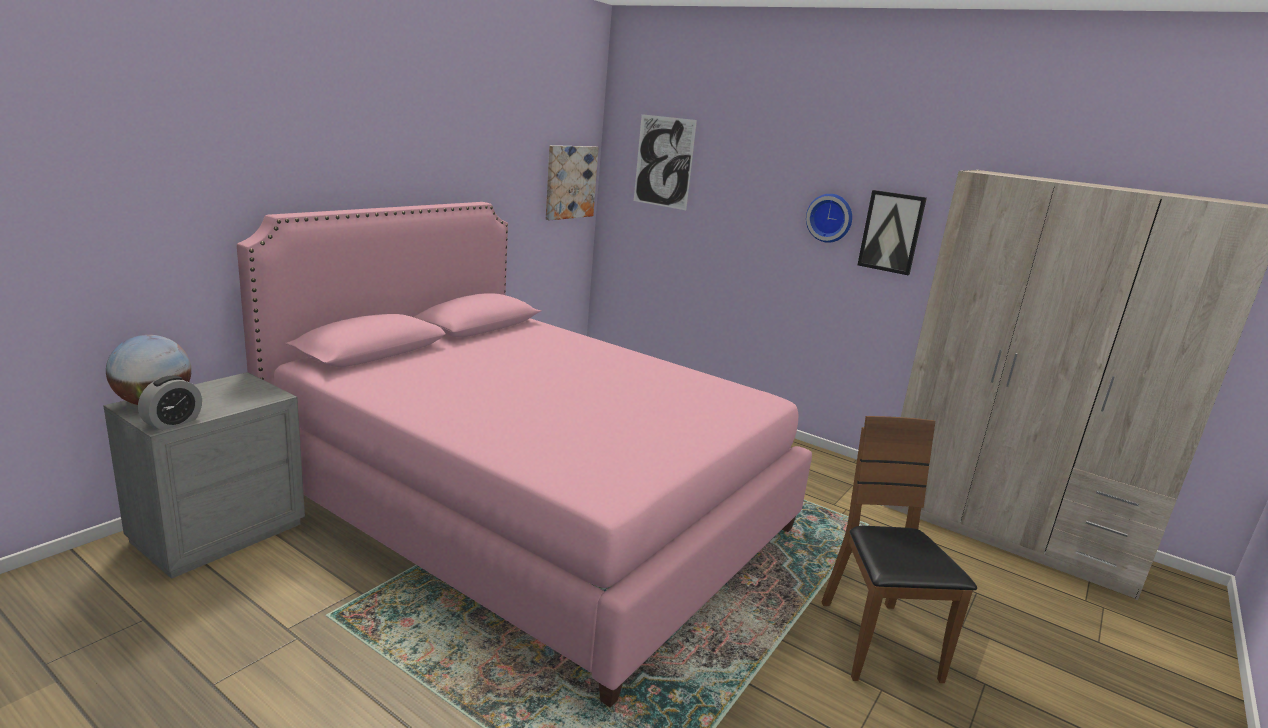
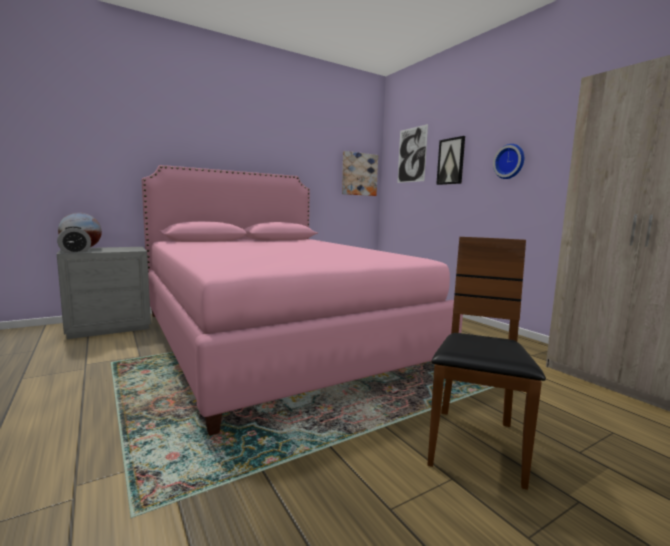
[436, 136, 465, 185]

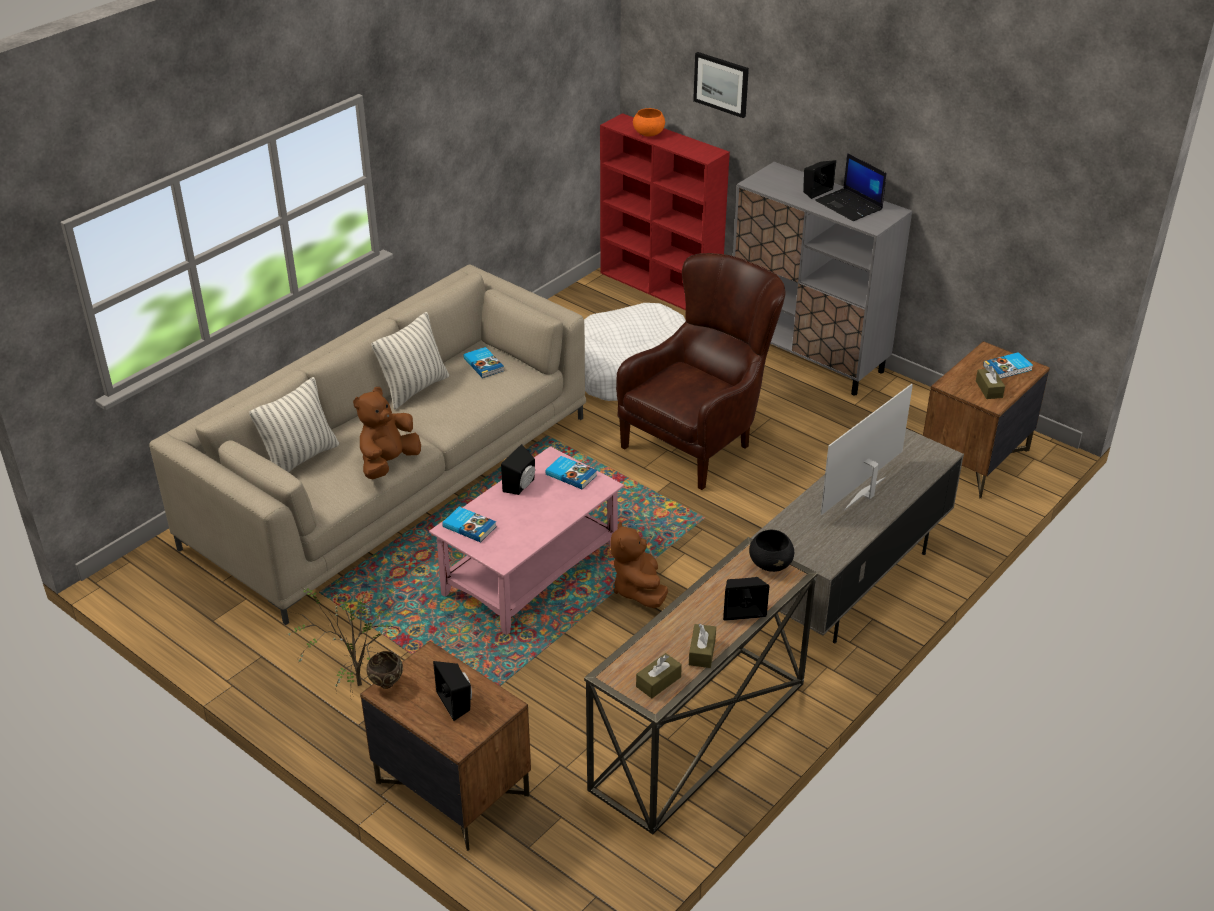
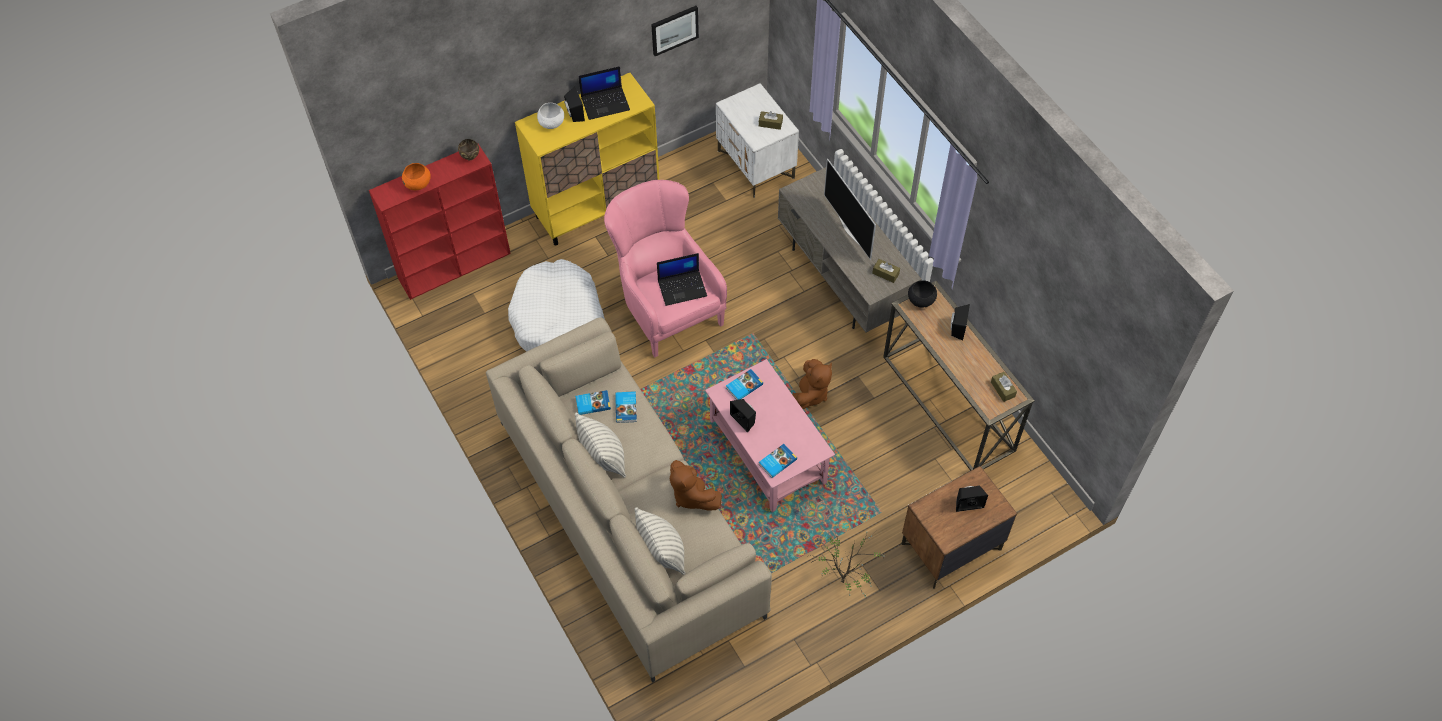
[651, 6, 699, 56]
[515, 73, 659, 246]
[604, 180, 727, 357]
[716, 83, 799, 198]
[615, 391, 637, 423]
[792, 359, 832, 409]
[872, 259, 900, 283]
[458, 139, 479, 161]
[537, 103, 564, 129]
[657, 253, 707, 306]

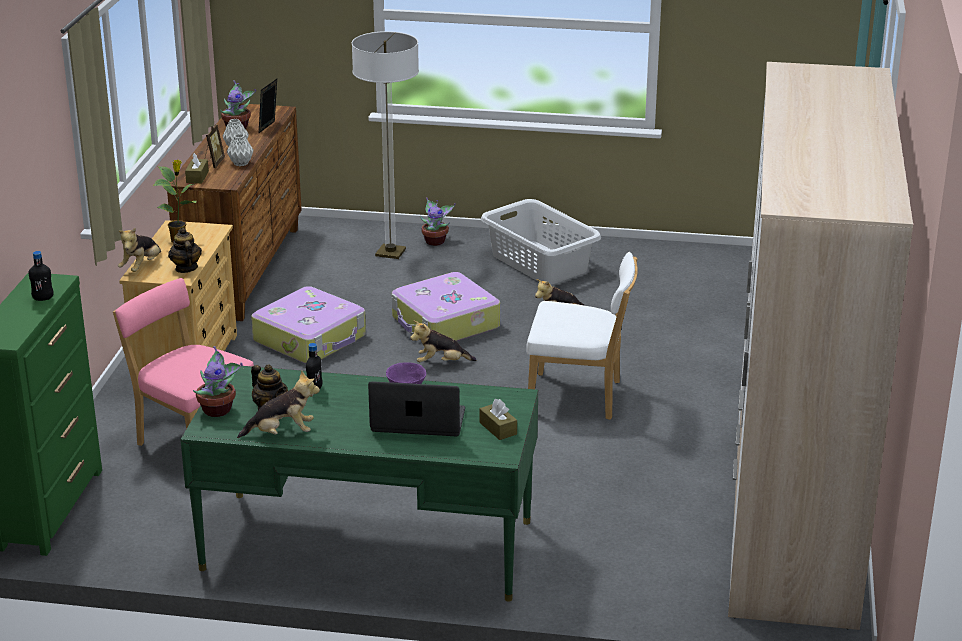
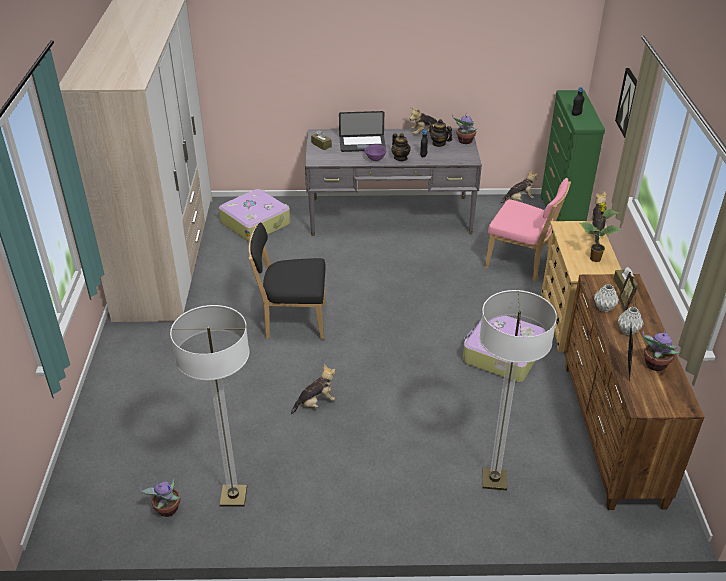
[139, 479, 181, 517]
[481, 199, 601, 285] (first image)
[392, 133, 411, 161]
[248, 223, 326, 339]
[219, 189, 290, 242]
[500, 170, 538, 204]
[305, 128, 482, 236]
[615, 68, 637, 138]
[170, 305, 250, 507]

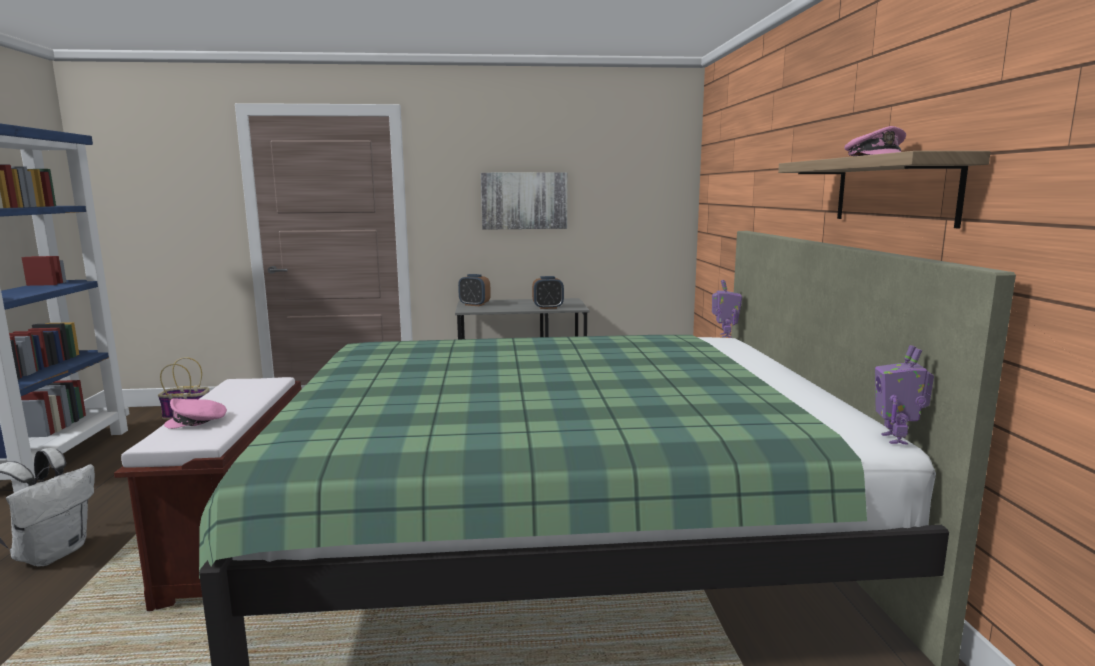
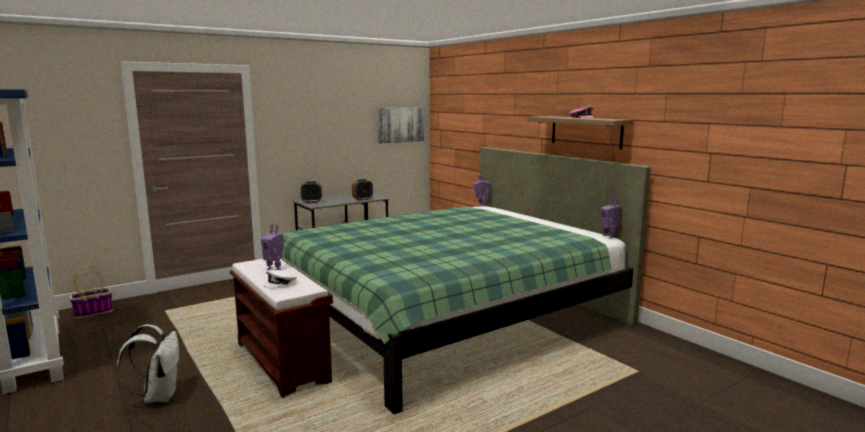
[377, 107, 424, 143]
[264, 270, 297, 288]
[261, 224, 284, 270]

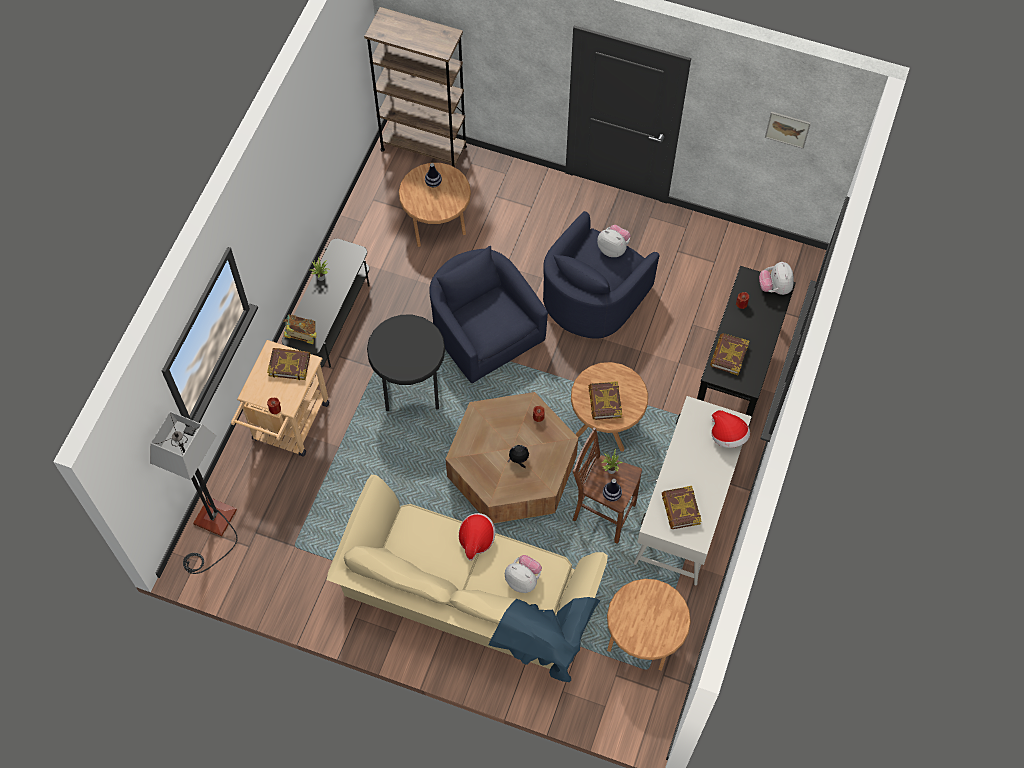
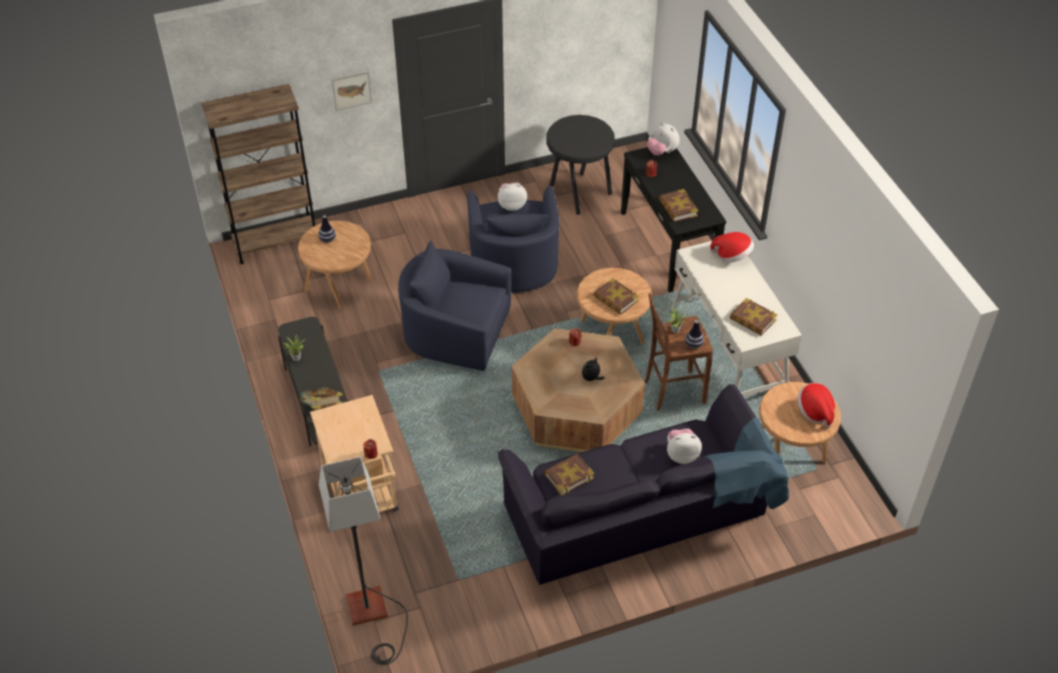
[332, 72, 372, 111]
[546, 115, 615, 215]
[544, 454, 594, 495]
[498, 384, 789, 585]
[798, 383, 835, 428]

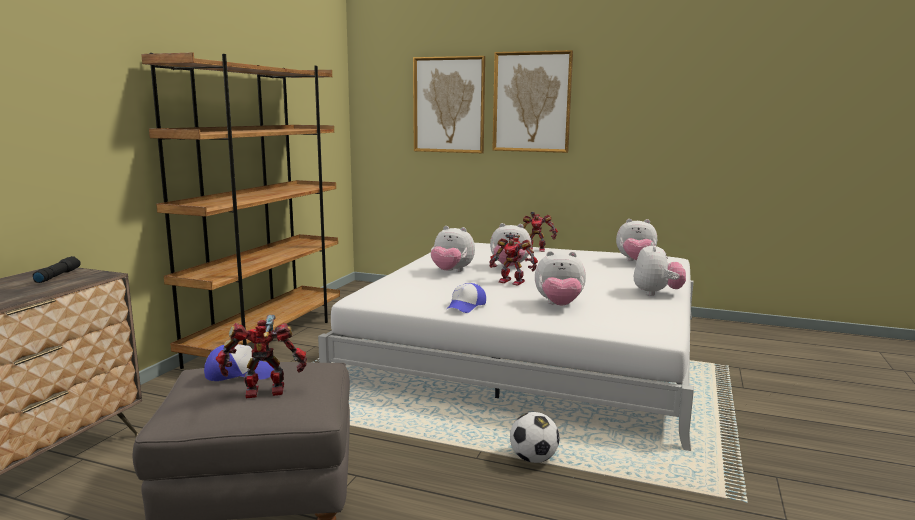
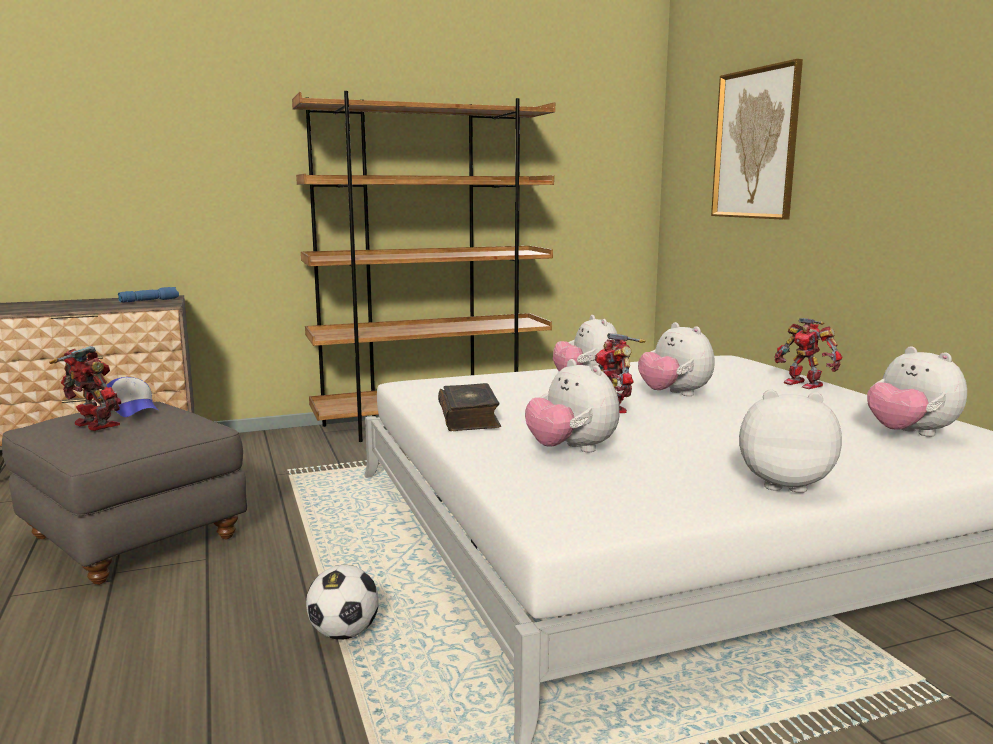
[492, 50, 573, 153] (first image)
[739, 389, 842, 493]
[118, 287, 179, 303]
[438, 383, 501, 431]

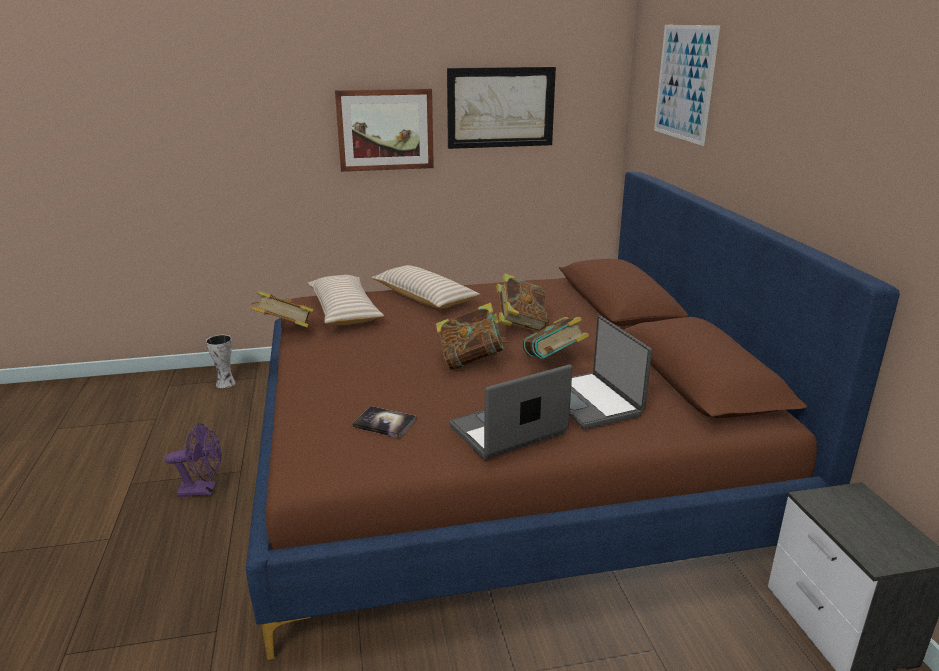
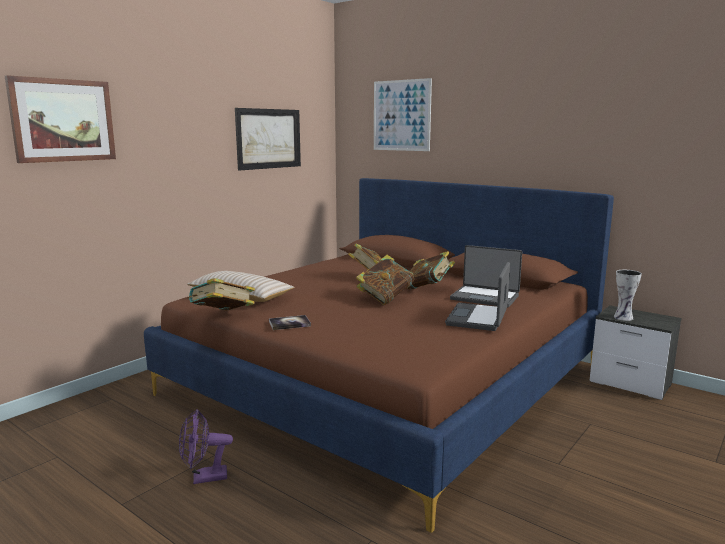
[5, 75, 116, 163]
[371, 265, 480, 309] (first image)
[614, 270, 642, 321]
[269, 315, 311, 330]
[179, 409, 233, 484]

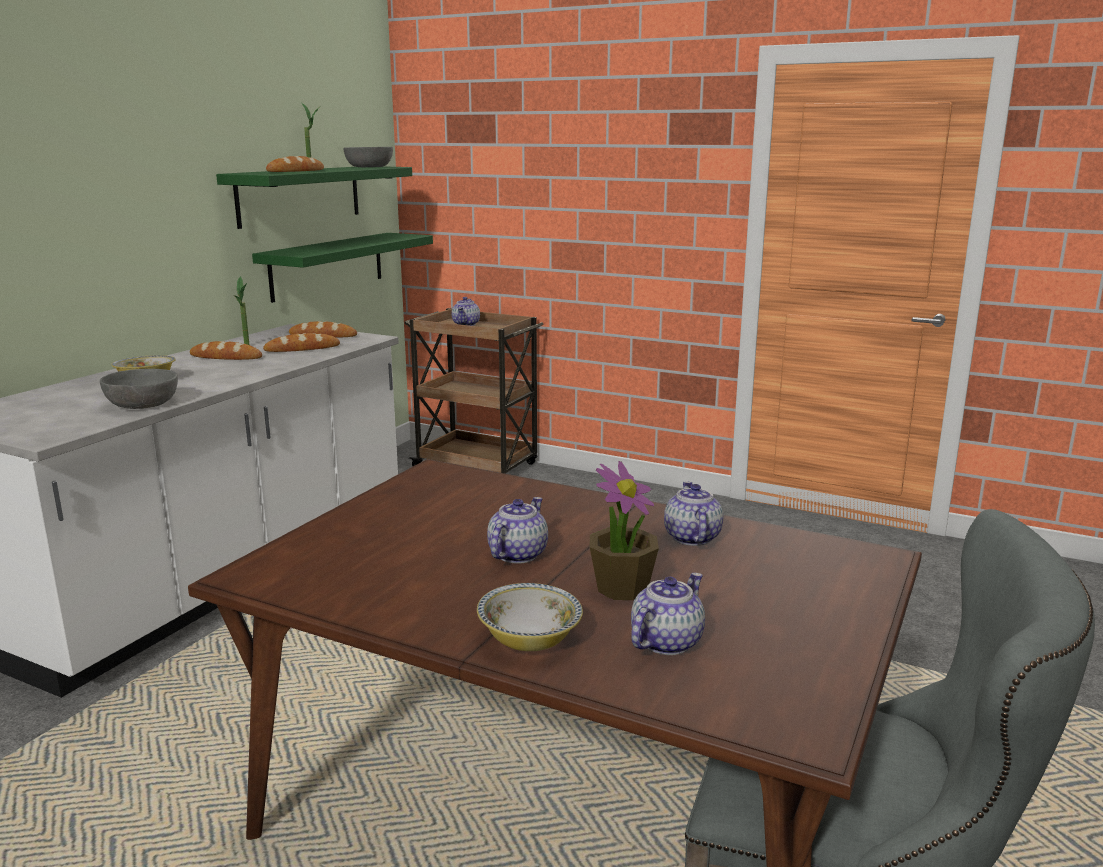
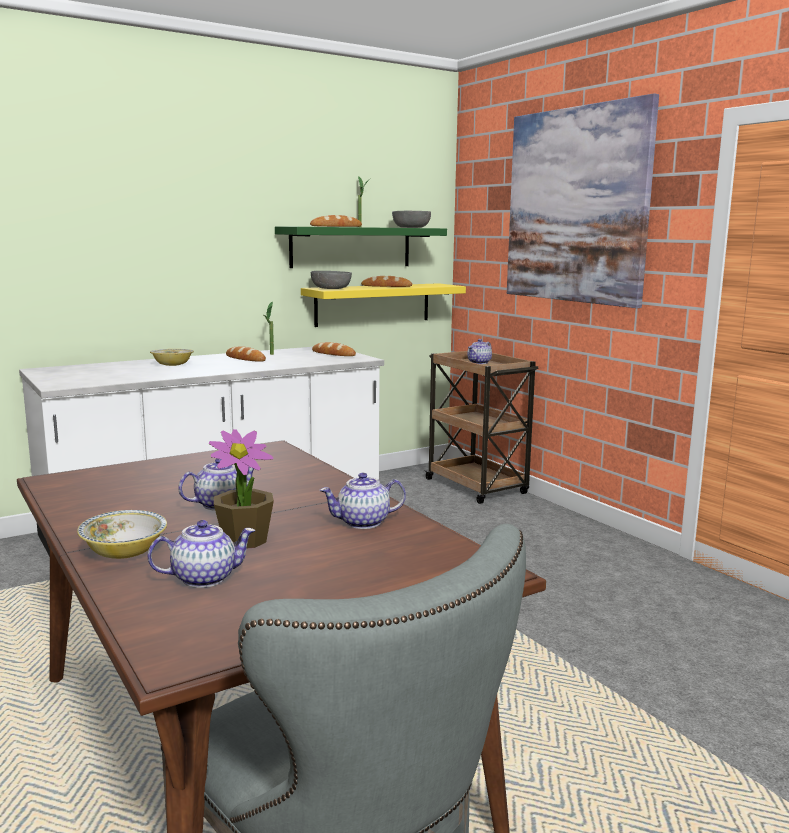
[301, 283, 466, 327]
[361, 276, 412, 287]
[311, 271, 352, 289]
[320, 473, 406, 529]
[507, 93, 659, 308]

